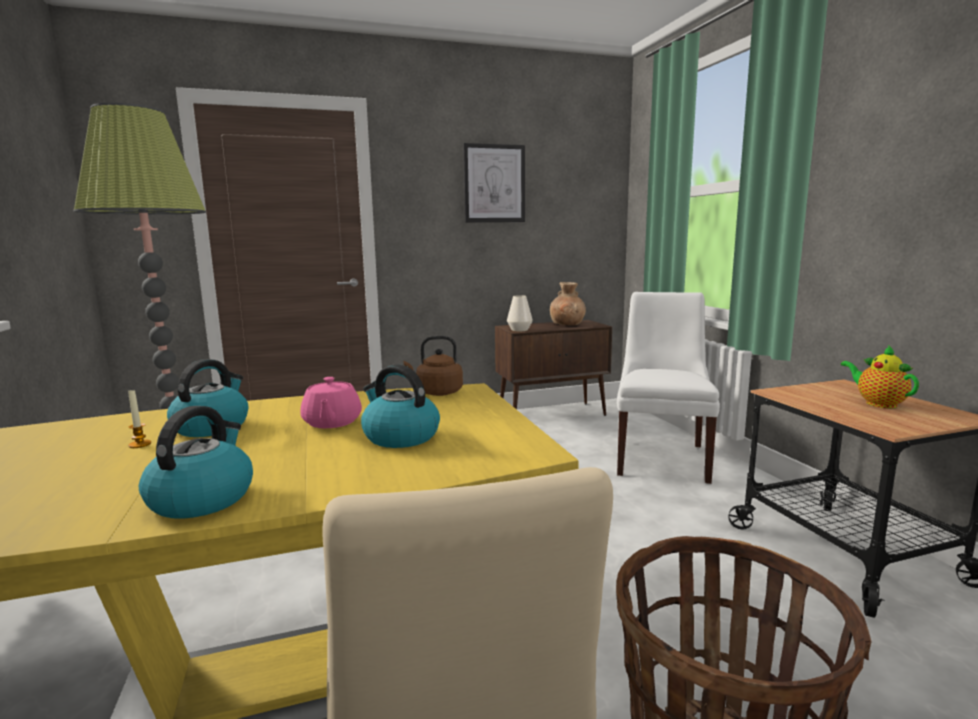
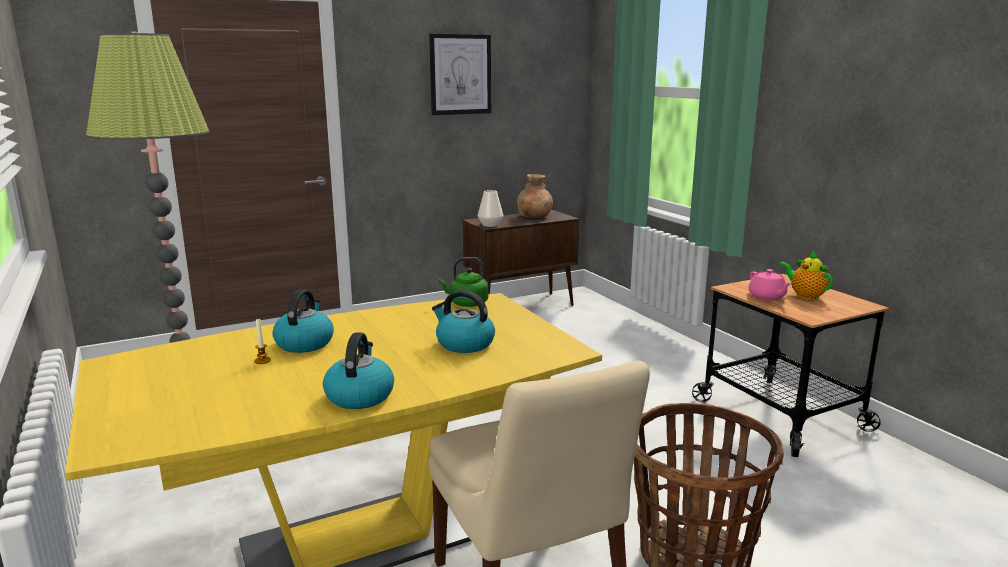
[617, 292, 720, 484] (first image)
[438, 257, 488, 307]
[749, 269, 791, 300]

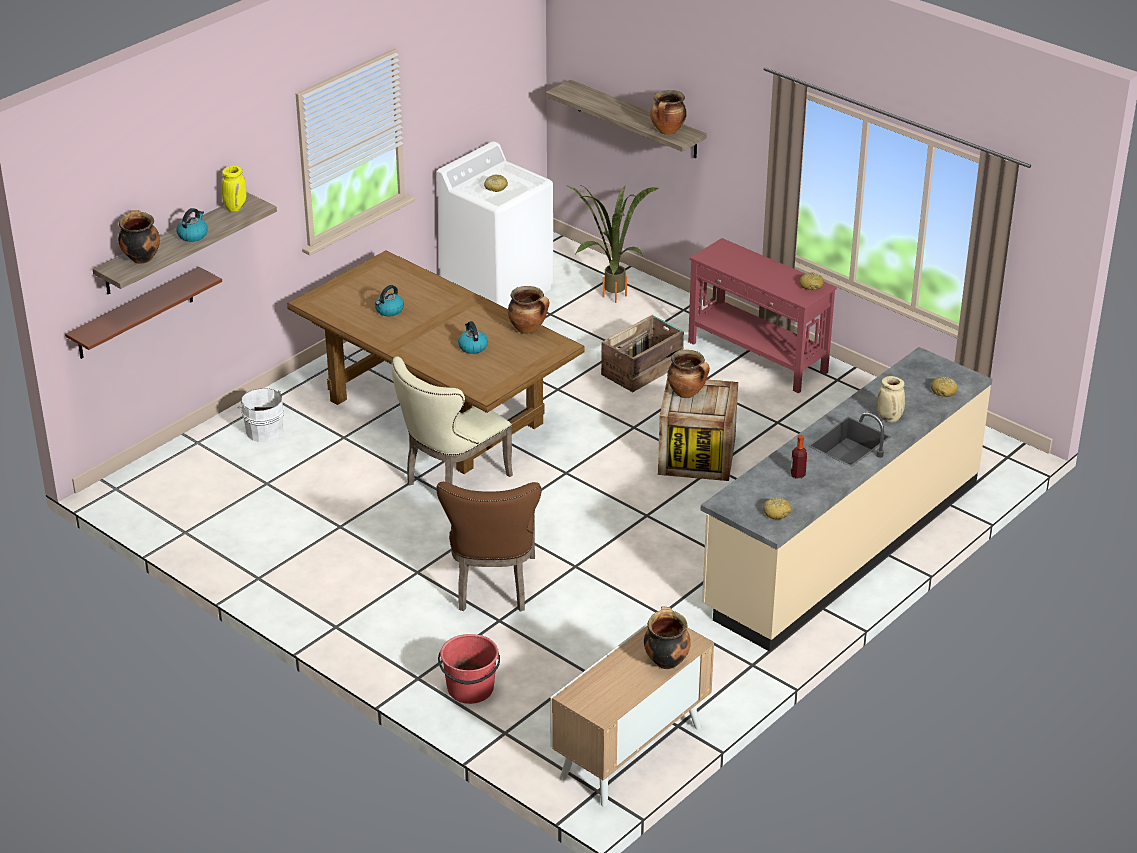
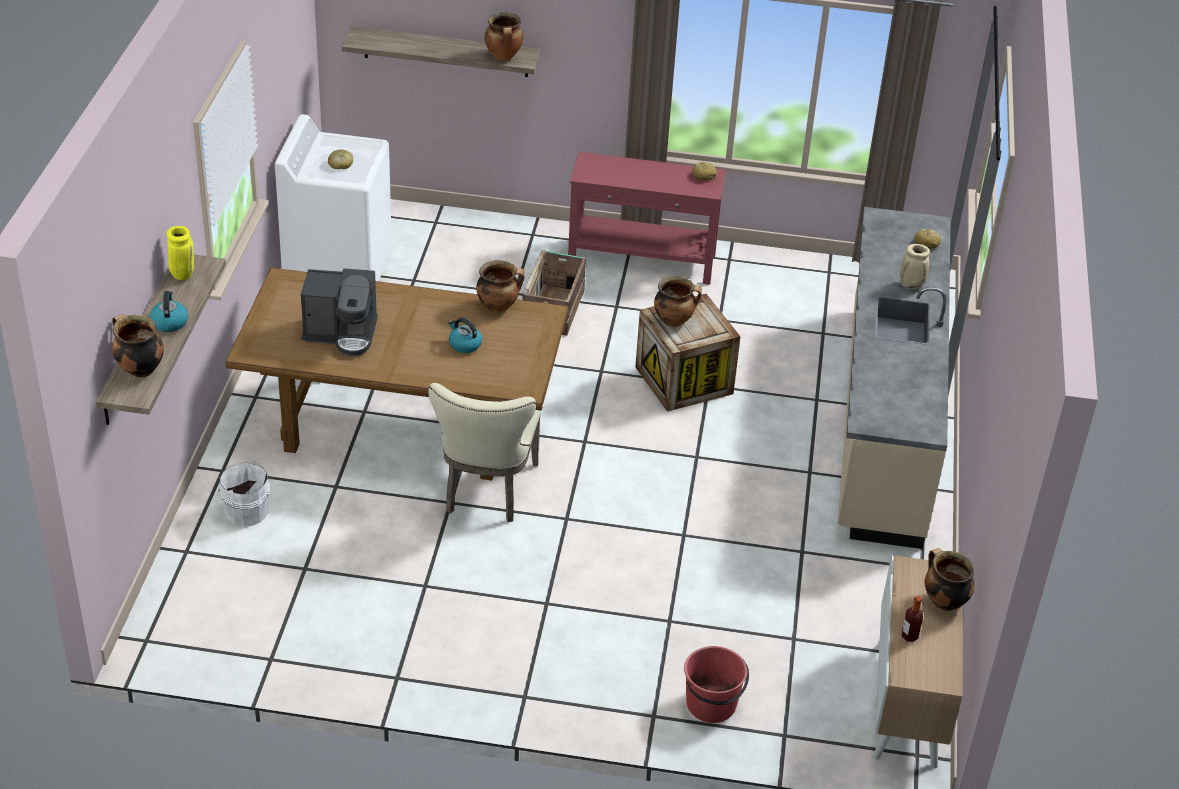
[568, 185, 658, 303] (first image)
[65, 267, 222, 359] (first image)
[301, 268, 378, 356]
[902, 596, 923, 642]
[436, 482, 541, 612] (first image)
[763, 497, 791, 519] (first image)

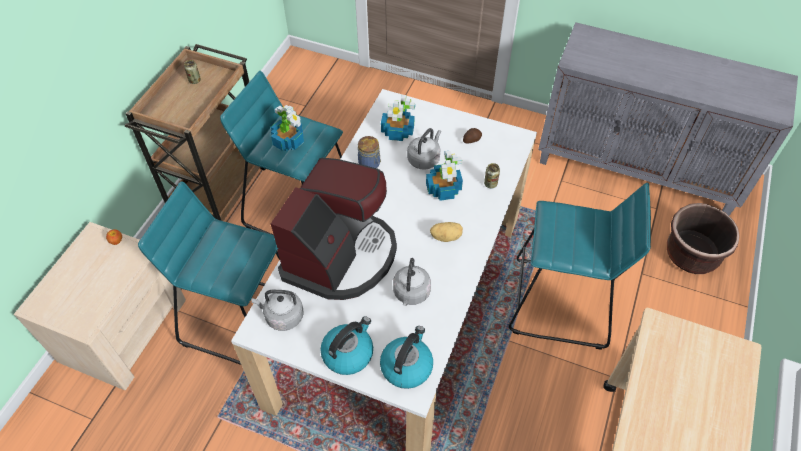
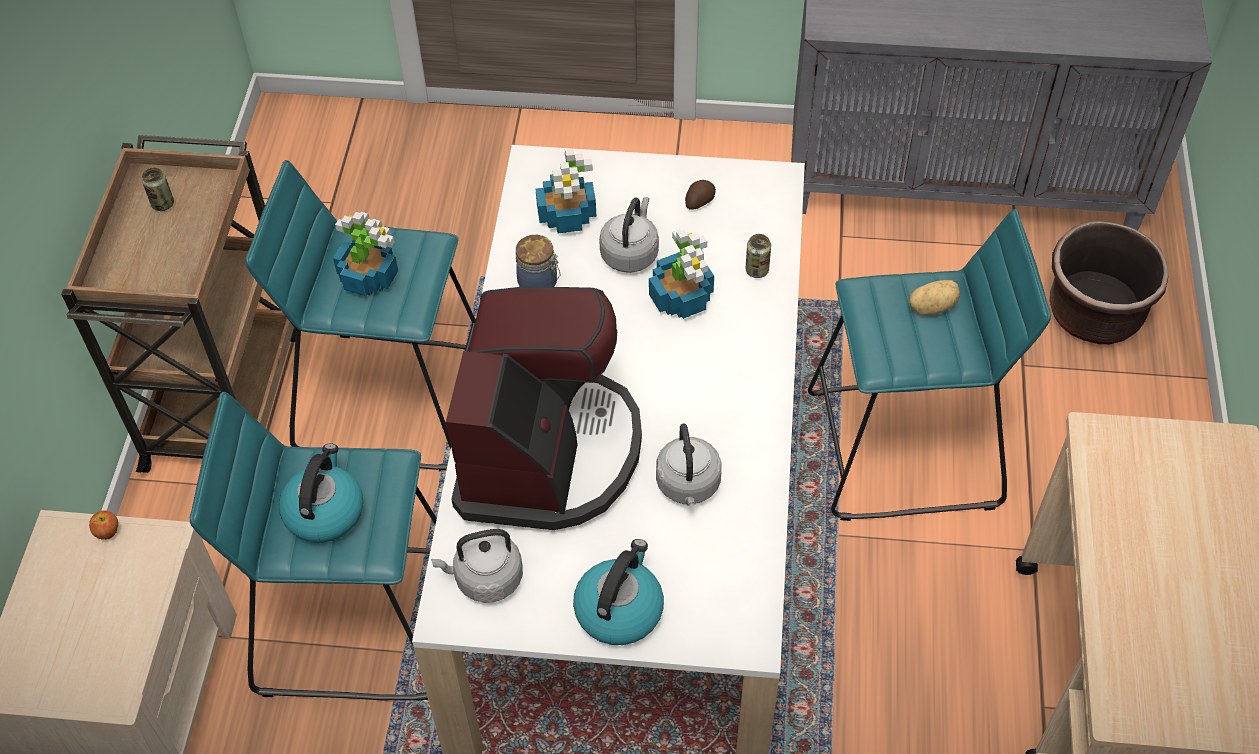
[909, 280, 960, 315]
[279, 444, 363, 543]

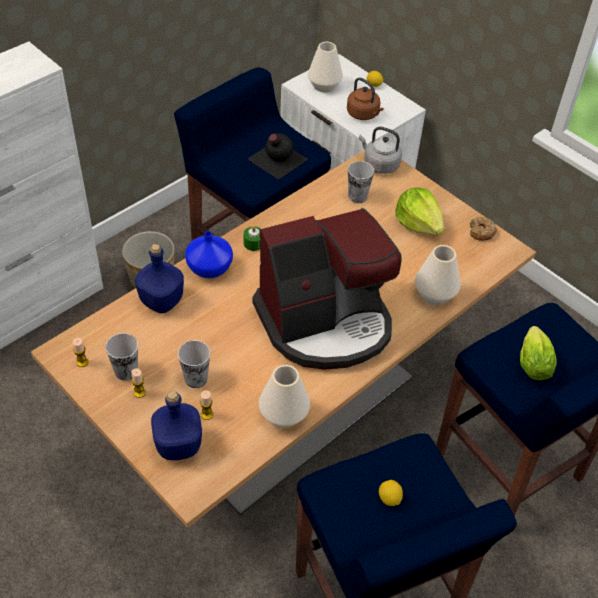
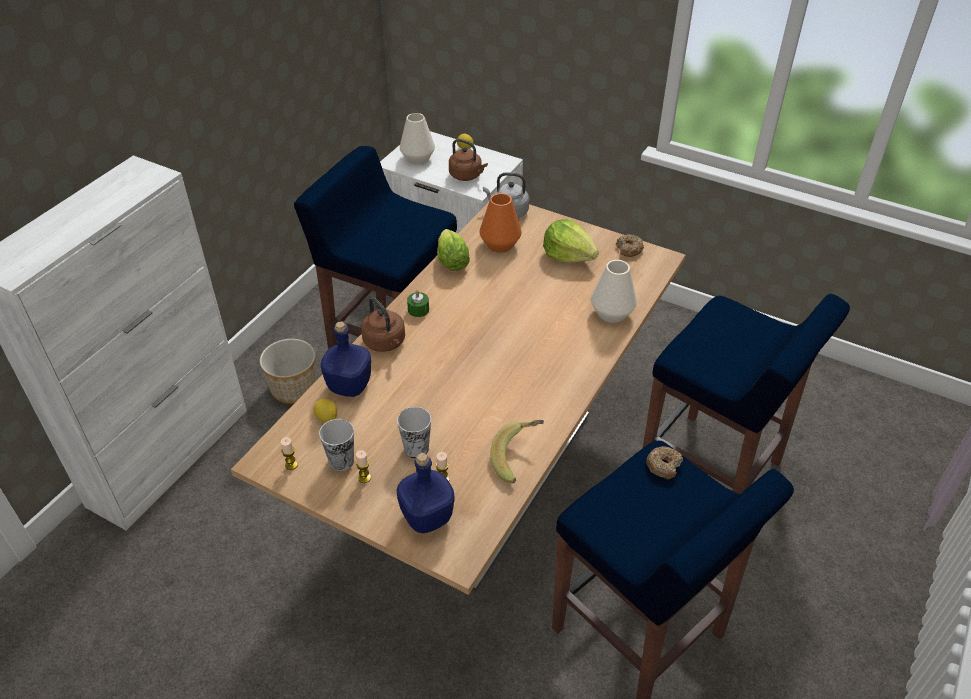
[247, 133, 308, 180] (first image)
[480, 193, 521, 253]
[253, 208, 402, 370] (first image)
[361, 297, 405, 352]
[437, 229, 470, 271]
[491, 420, 544, 483]
[314, 398, 337, 422]
[646, 446, 683, 479]

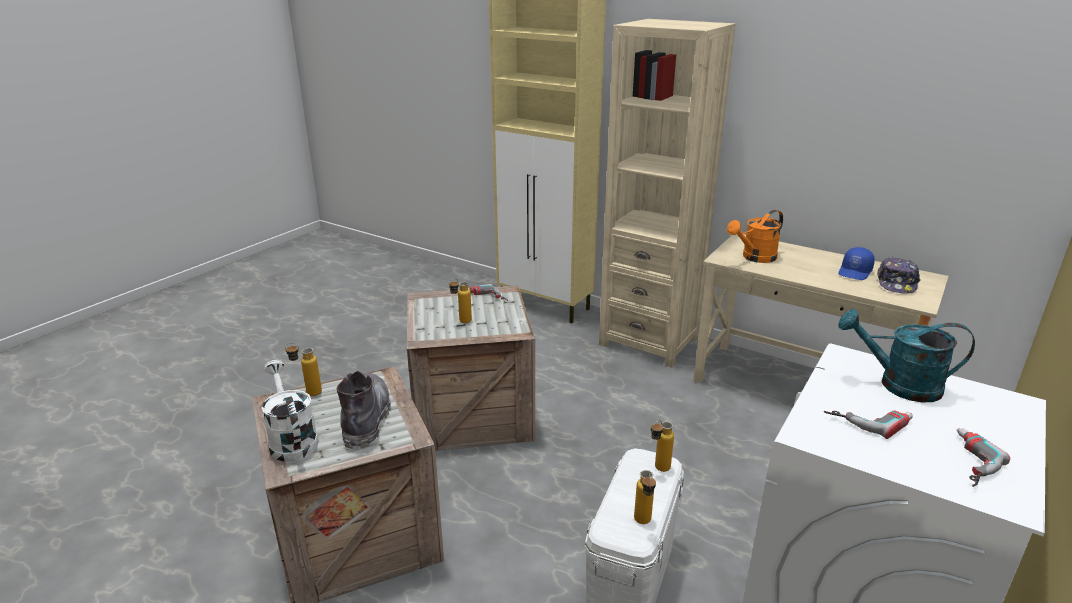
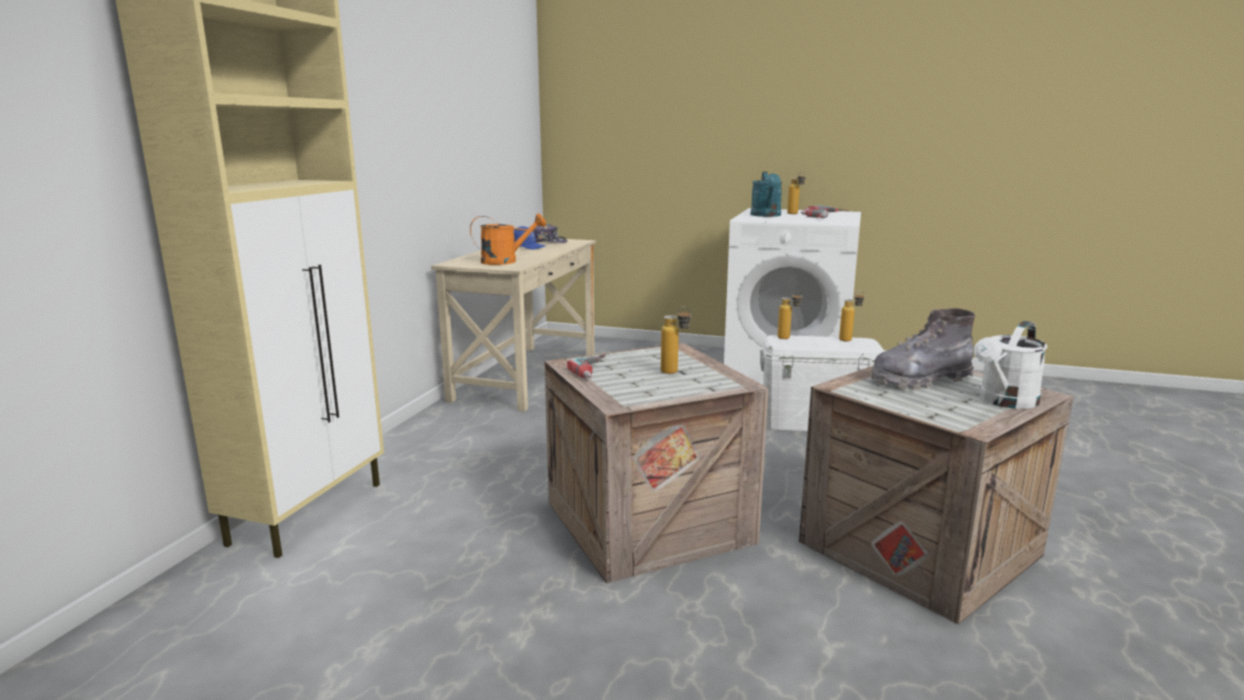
[599, 19, 736, 368] (first image)
[470, 213, 546, 265]
[787, 171, 806, 214]

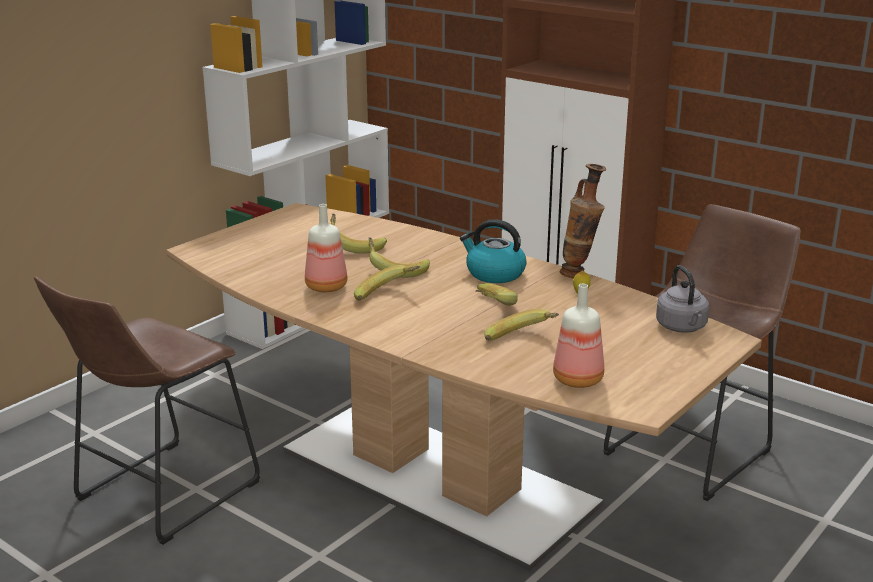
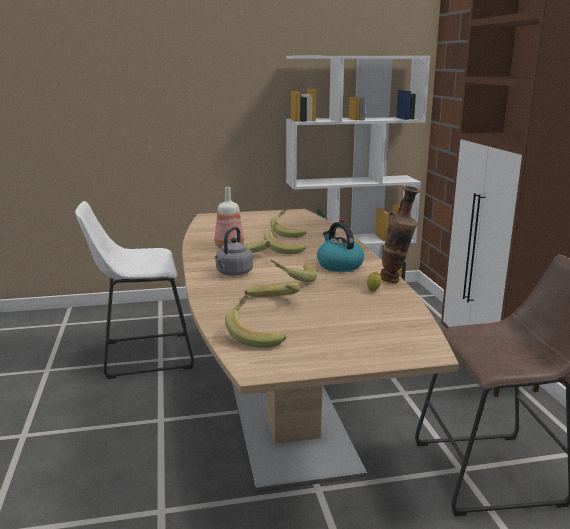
[215, 227, 253, 276]
[75, 201, 194, 379]
[225, 295, 286, 348]

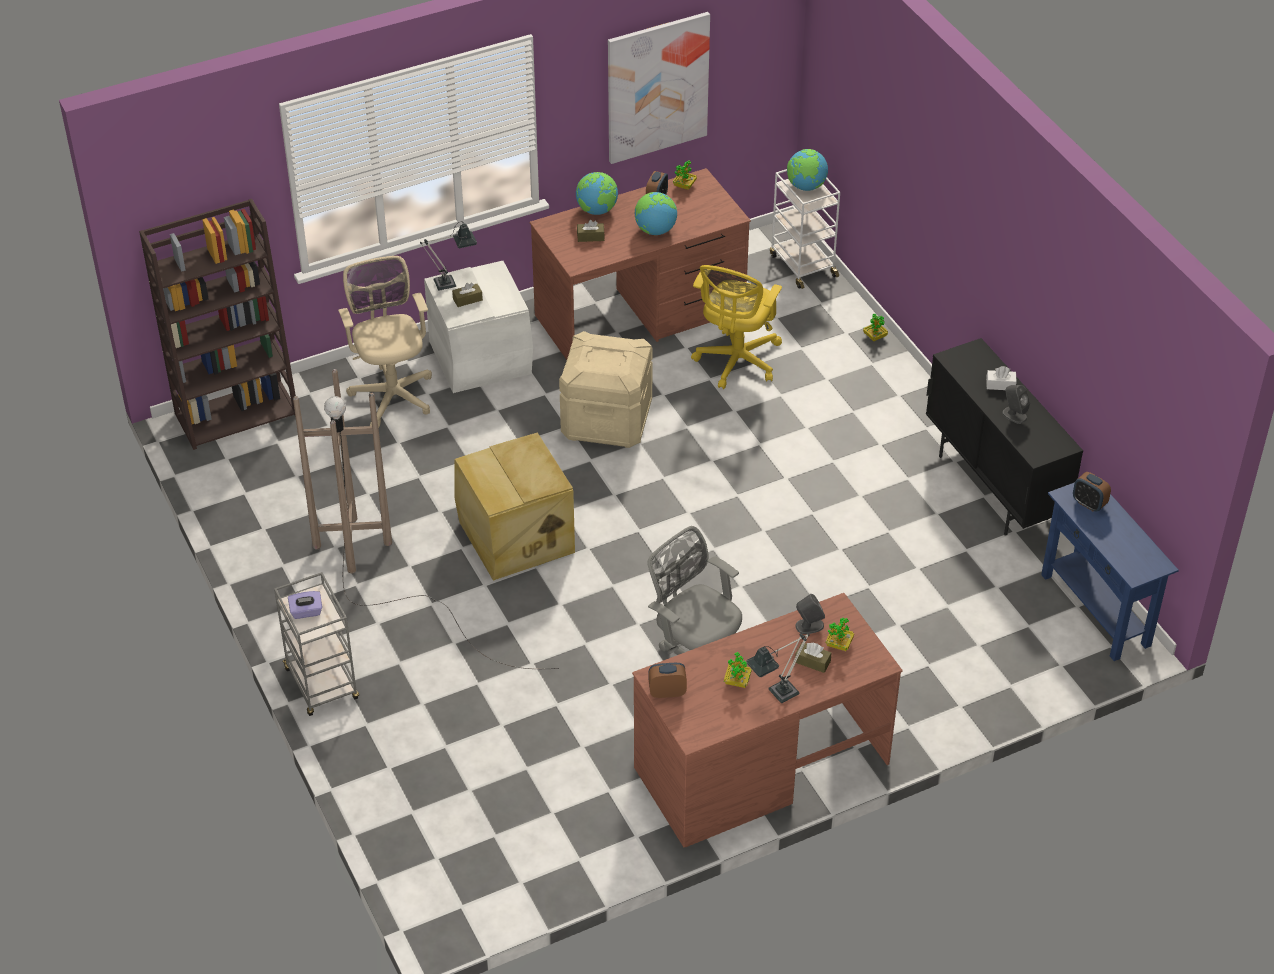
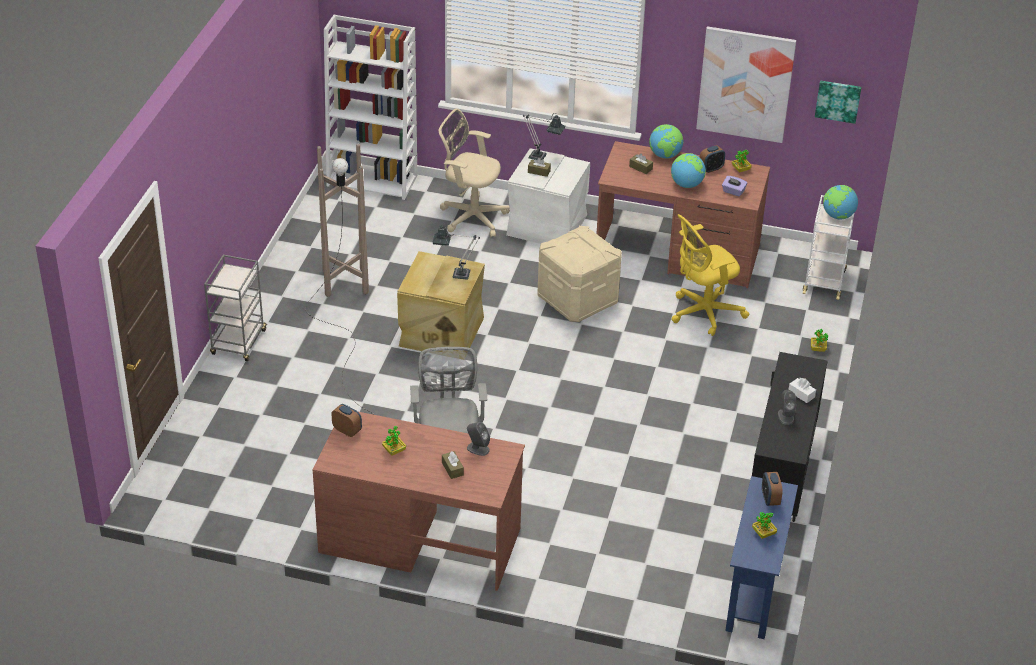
[324, 15, 417, 200]
[439, 109, 510, 237]
[722, 176, 747, 197]
[752, 512, 777, 539]
[433, 225, 480, 280]
[815, 81, 862, 124]

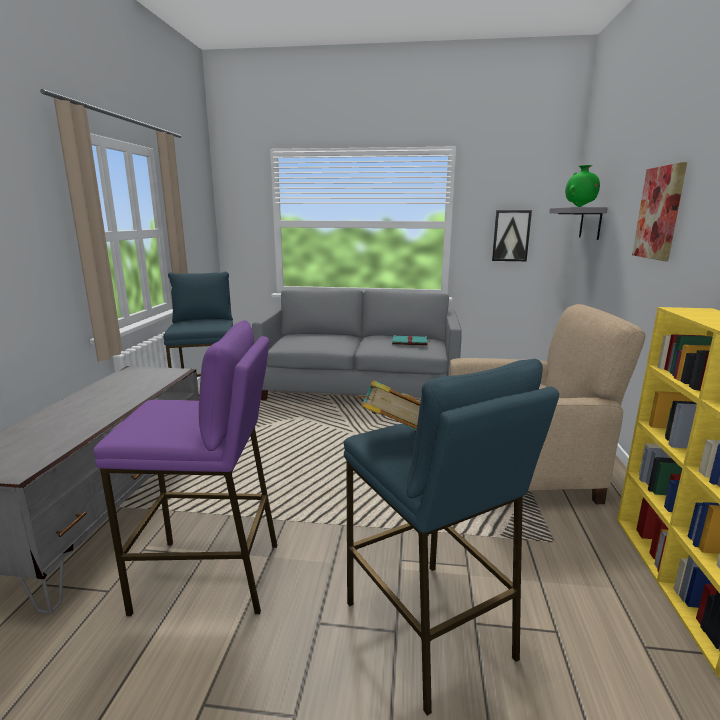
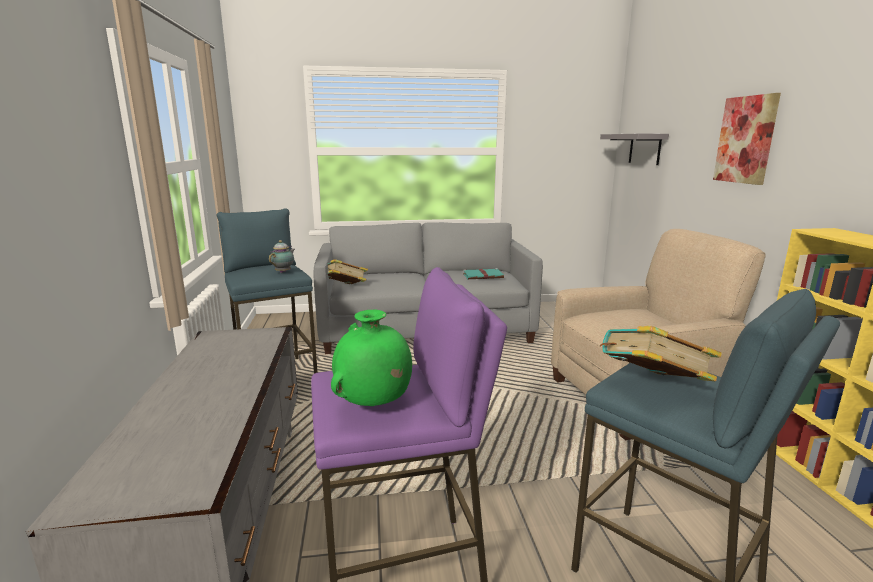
[331, 310, 412, 406]
[492, 210, 532, 261] (first image)
[269, 240, 295, 273]
[327, 259, 368, 284]

